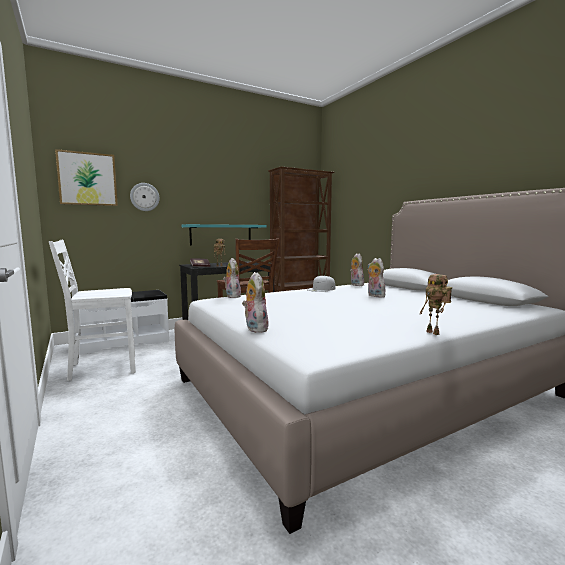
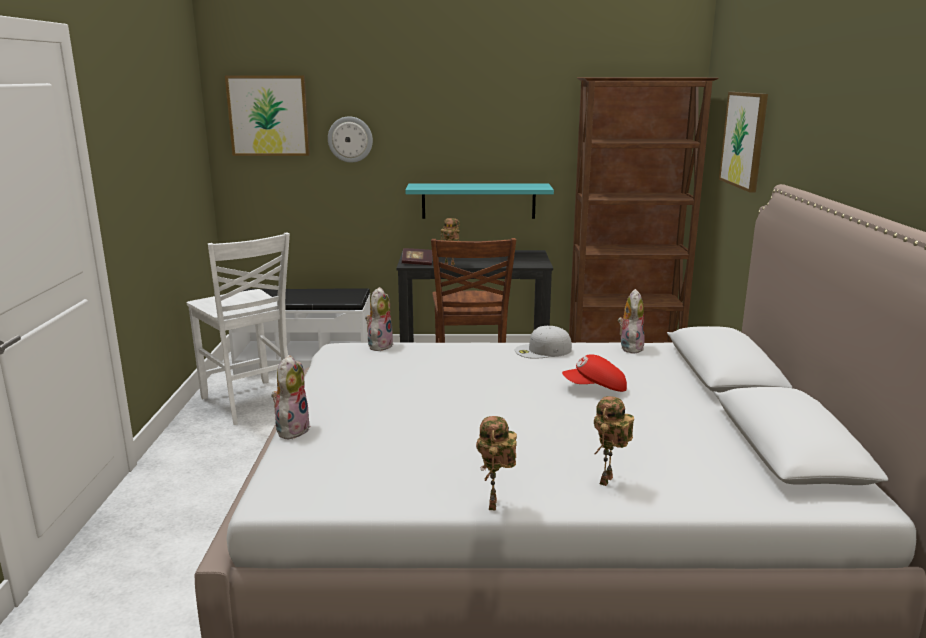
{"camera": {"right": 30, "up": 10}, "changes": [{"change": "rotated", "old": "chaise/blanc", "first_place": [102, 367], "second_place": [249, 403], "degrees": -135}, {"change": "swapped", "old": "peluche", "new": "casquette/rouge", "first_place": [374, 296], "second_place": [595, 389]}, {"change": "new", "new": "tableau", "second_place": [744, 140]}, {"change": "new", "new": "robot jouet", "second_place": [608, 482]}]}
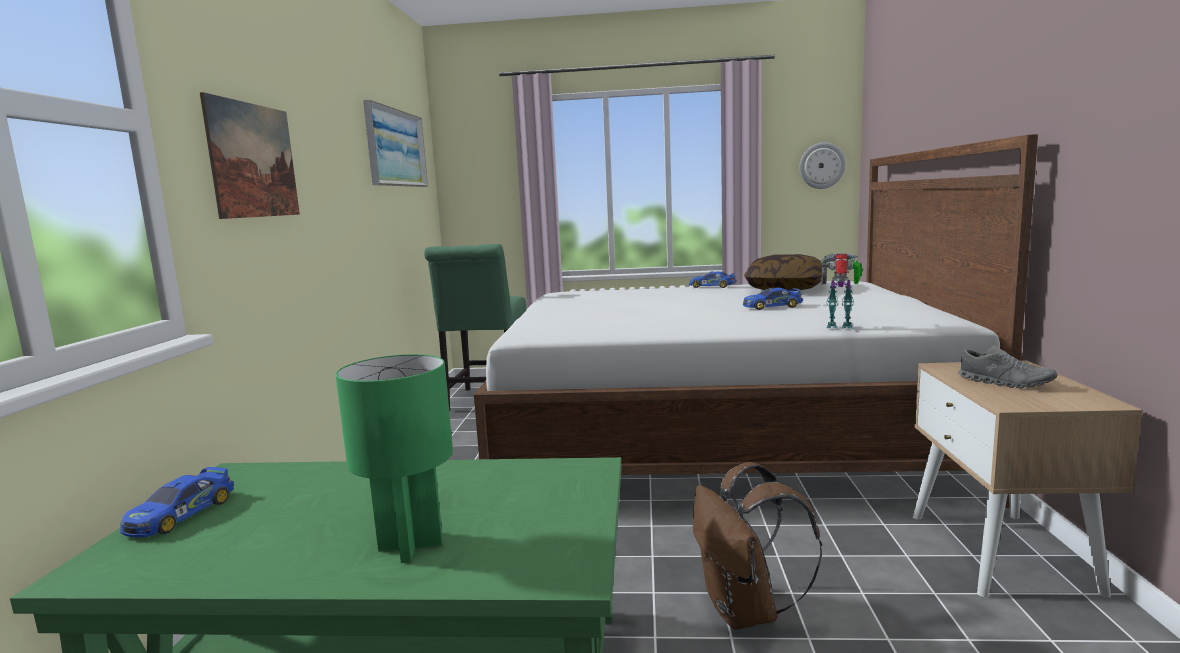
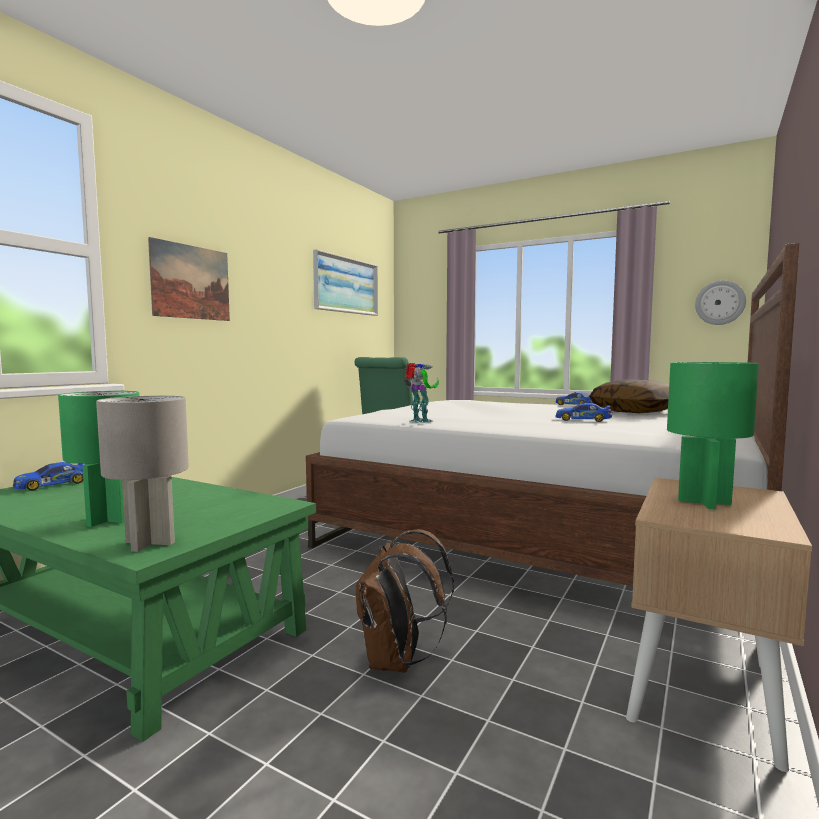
{"camera": {"right": 25, "up": -5}, "changes": [{"change": "shifted", "old": "robot jouet", "first_place": [841, 327], "second_place": [420, 421]}, {"change": "swapped", "old": "chaussure/gris", "new": "lampe de table/vert", "first_place": [1005, 383], "second_place": [705, 502]}, {"change": "new", "new": "lampe de table/gris", "second_place": [151, 542]}]}
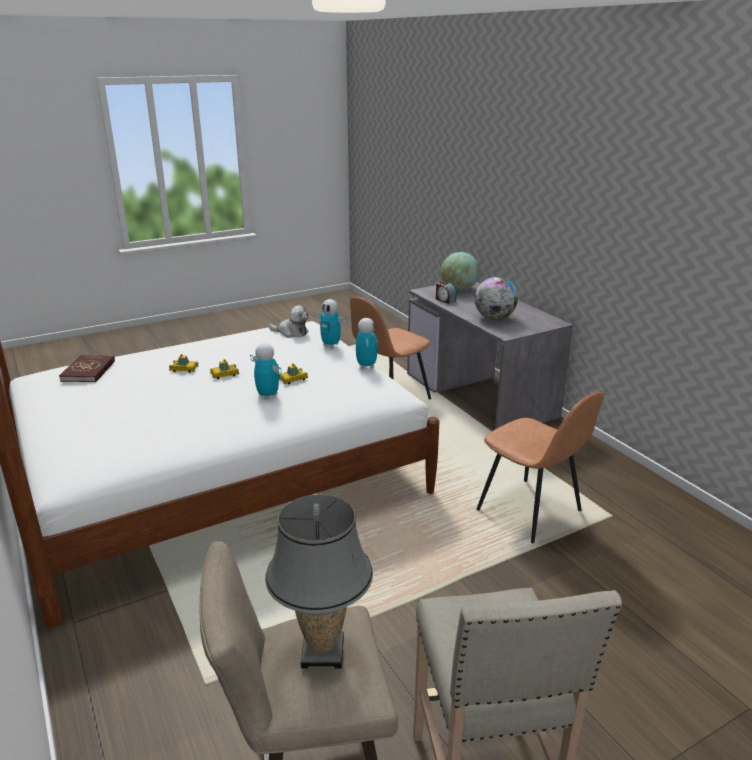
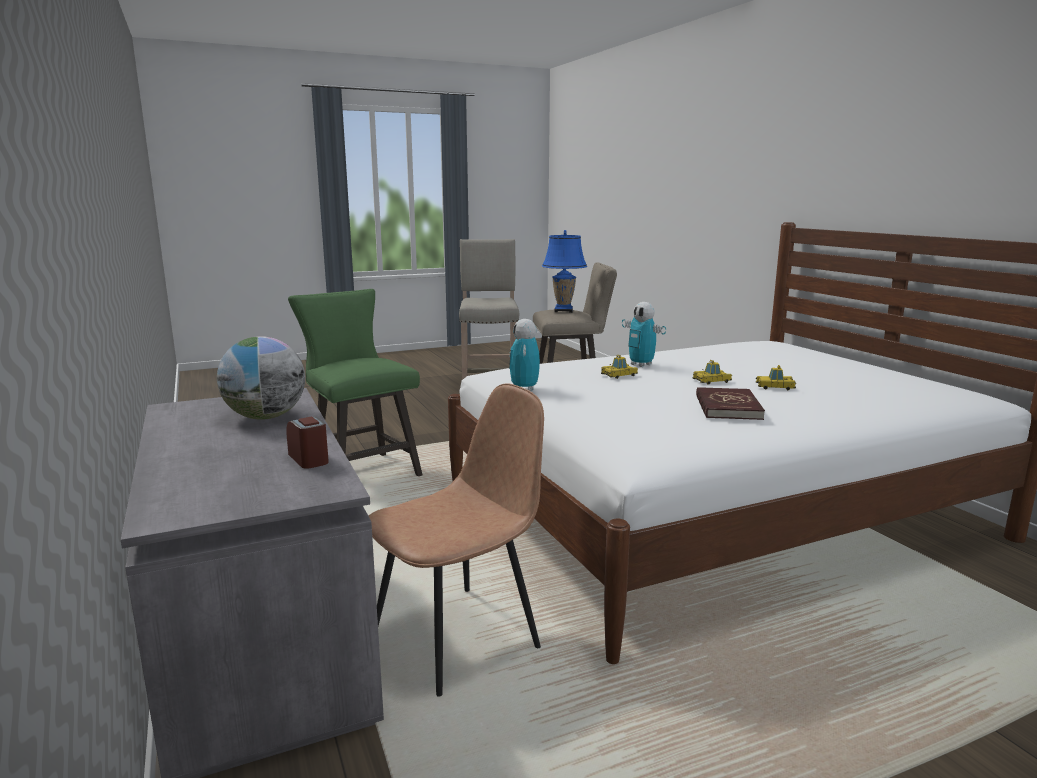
{"camera": {"right": -175, "up": -10}, "changes": [{"change": "gone", "old": "globe", "first_place": [459, 289]}, {"change": "gone", "old": "robot jouet", "first_place": [331, 345]}, {"change": "gone", "old": "peluche", "first_place": [291, 332]}, {"change": "shifted", "old": "livre/rouge", "first_place": [88, 371], "second_place": [727, 407]}, {"change": "swapped", "old": "chaise/marron", "new": "tabouret/vert", "first_place": [531, 512], "second_place": [361, 471]}, {"change": "repainted", "old": "lampe de table/gris", "new": "lampe de table/bleu", "first_place": [323, 652], "second_place": [563, 311]}]}
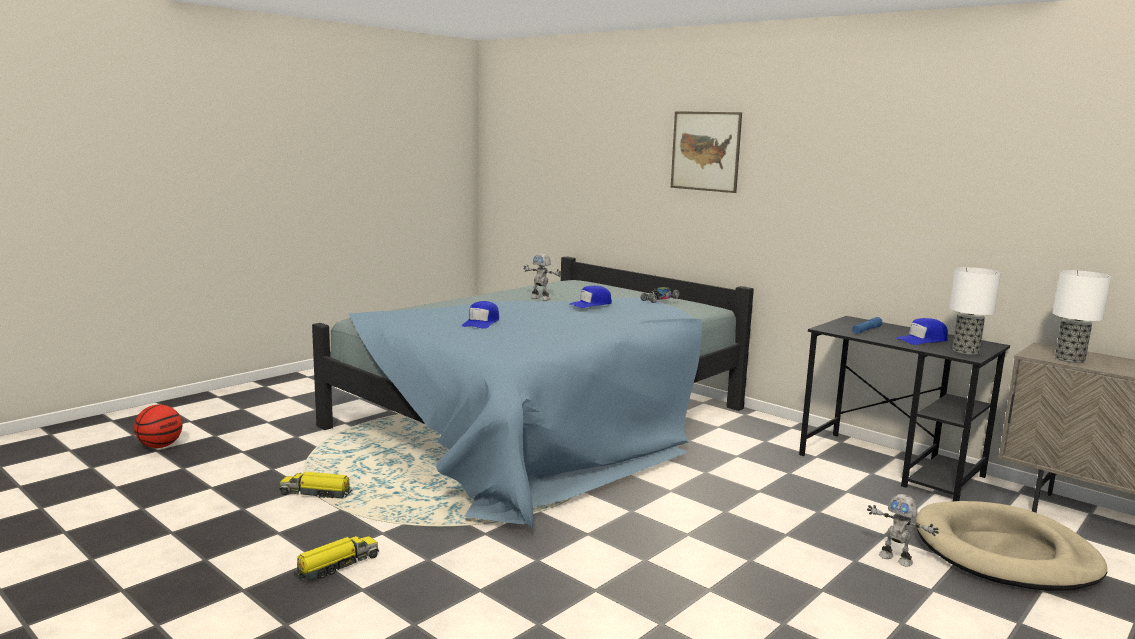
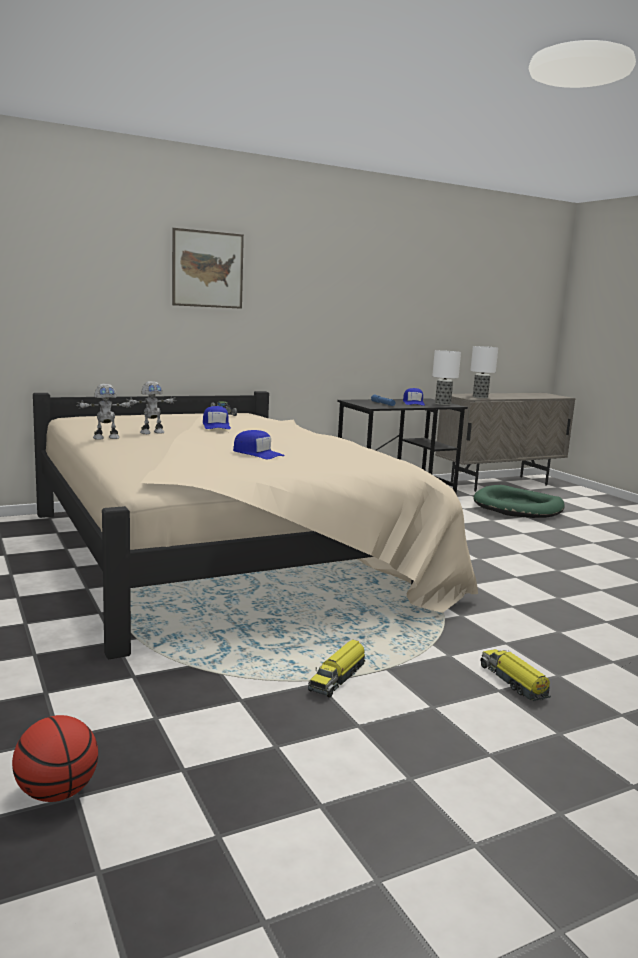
{"camera": {"right": -70, "up": 0}, "changes": [{"change": "repainted", "old": "lit/bleu", "new": "lit/beige", "first_place": [543, 423], "second_place": [225, 556]}, {"change": "shifted", "old": "robot jouet", "first_place": [896, 559], "second_place": [106, 438]}, {"change": "repainted", "old": "panier pour chien/beige", "new": "panier pour chien/vert", "first_place": [1005, 553], "second_place": [518, 507]}]}
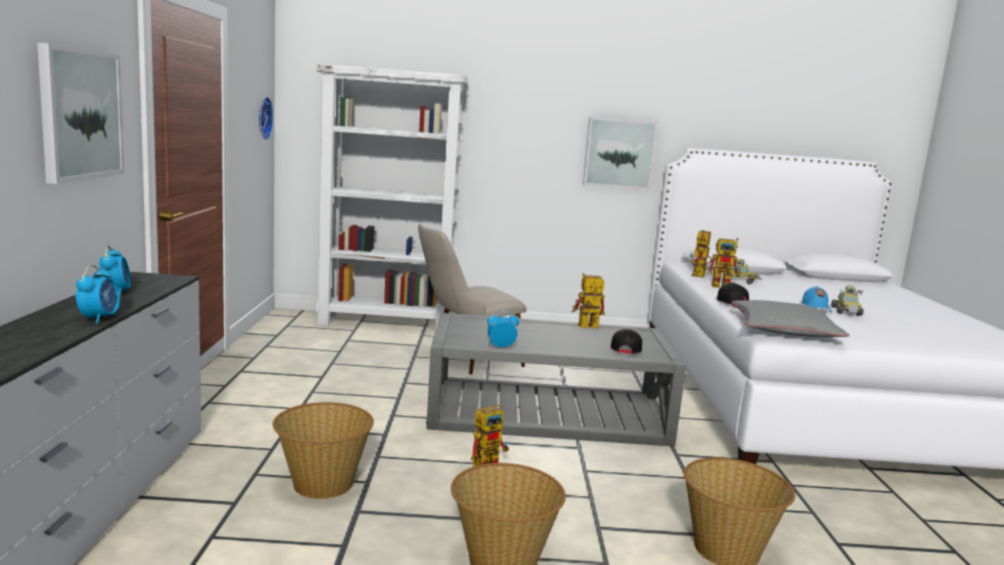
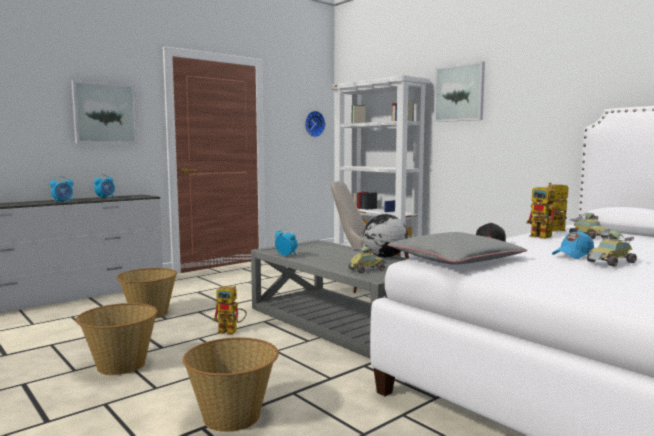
{"camera": {"right": 50, "up": -5}, "changes": [{"change": "shifted", "old": "tableau", "first_place": [619, 153], "second_place": [459, 93]}, {"change": "swapped", "old": "robot jouet", "new": "globe", "first_place": [584, 327], "second_place": [384, 257]}, {"change": "swapped", "old": "casquette/noir", "new": "petite voiture", "first_place": [626, 348], "second_place": [367, 269]}]}
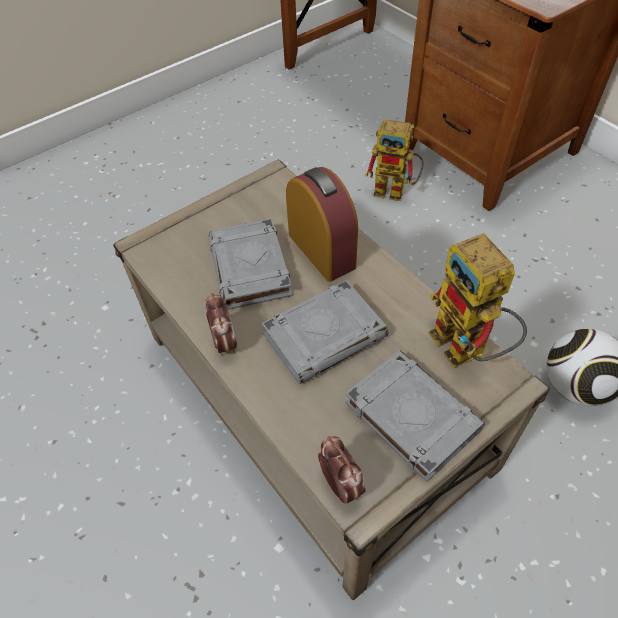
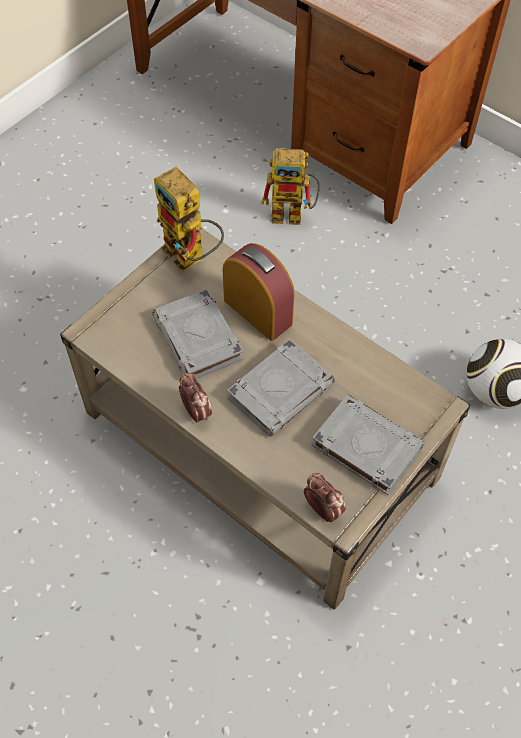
{"camera": {"right": -15, "up": 5}, "changes": [{"change": "shifted", "old": "robot jouet", "first_place": [467, 350], "second_place": [191, 258]}]}
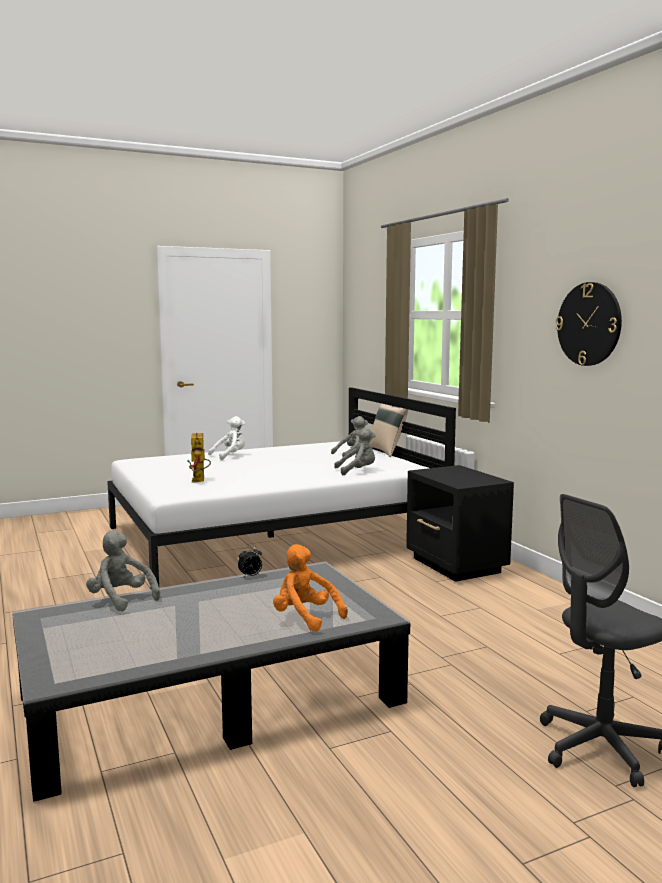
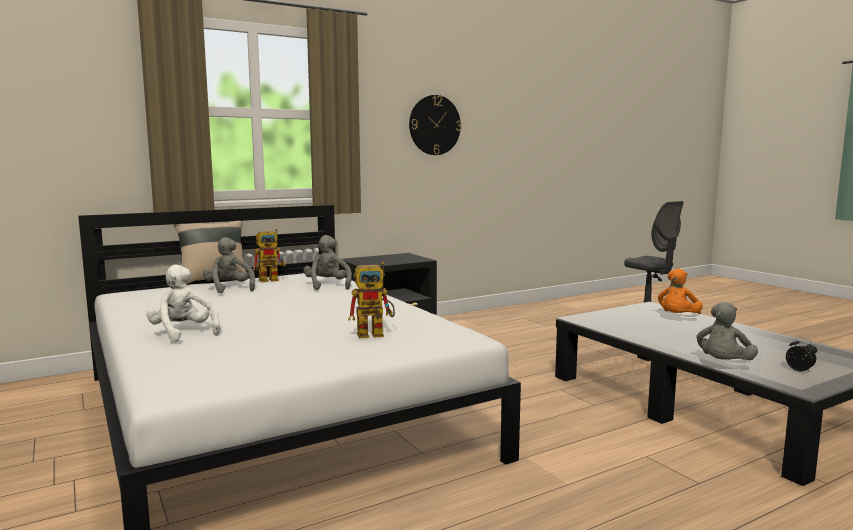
{"camera": {"right": -95, "up": 0}, "changes": [{"change": "shifted", "old": "réveil", "first_place": [250, 576], "second_place": [800, 371]}, {"change": "new", "new": "robot jouet", "second_place": [272, 279]}]}
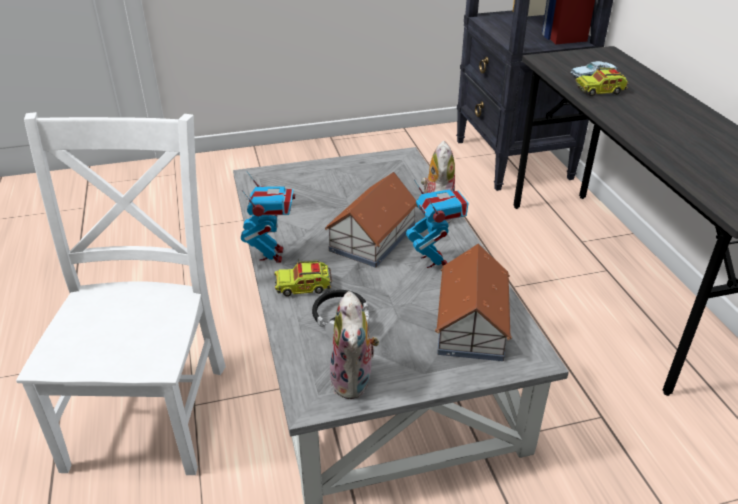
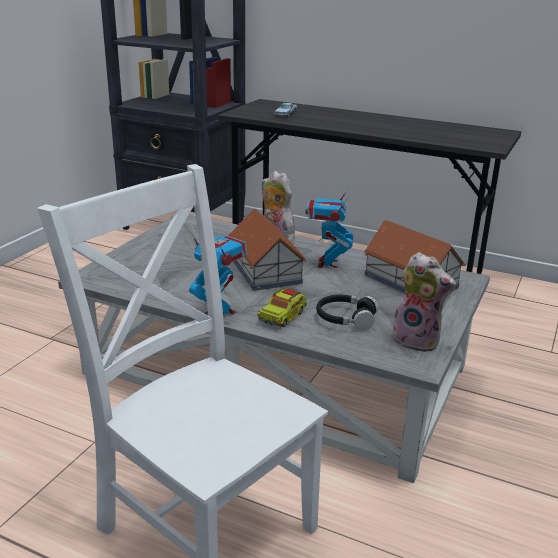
{"camera": {"right": -50, "up": -10}, "changes": [{"change": "gone", "old": "camion jouet", "first_place": [600, 91]}, {"change": "rotated", "old": "robot jouet", "first_place": [434, 260], "second_place": [327, 263], "degrees": -105}]}
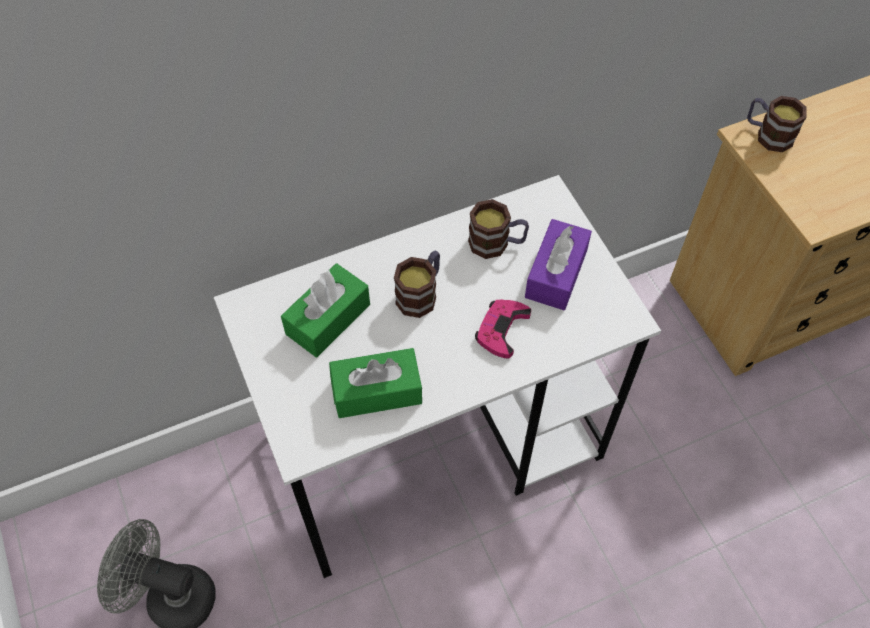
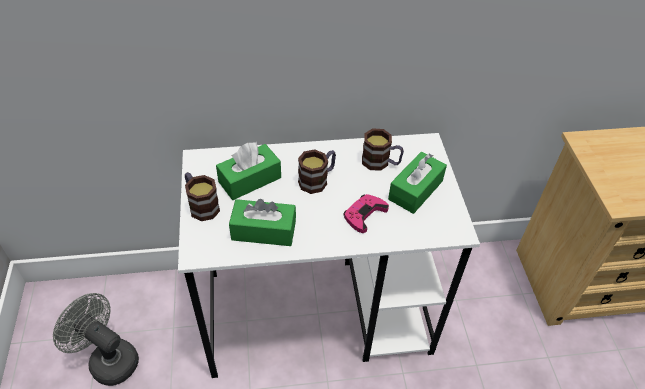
{"camera": {"right": 15, "up": -10}, "changes": [{"change": "shifted", "old": "mug", "first_place": [767, 135], "second_place": [201, 205]}, {"change": "repainted", "old": "boîte à mouchoirs/violet", "new": "boîte à mouchoirs/vert", "first_place": [556, 274], "second_place": [415, 190]}]}
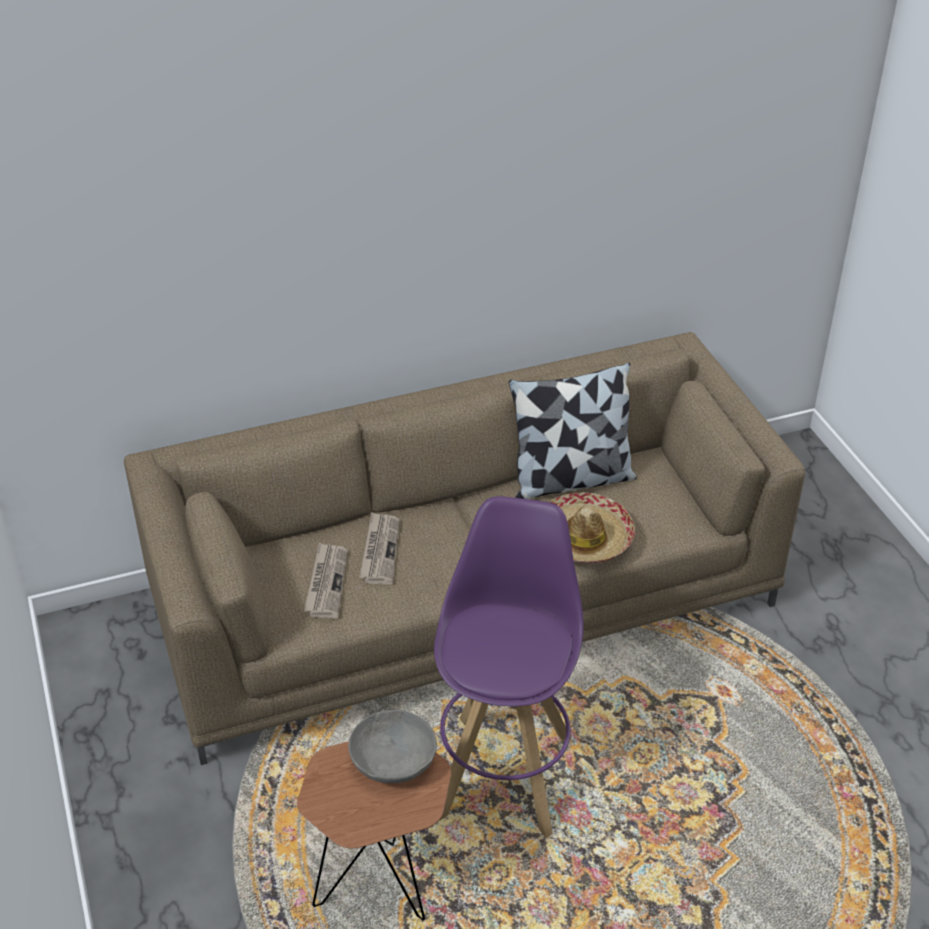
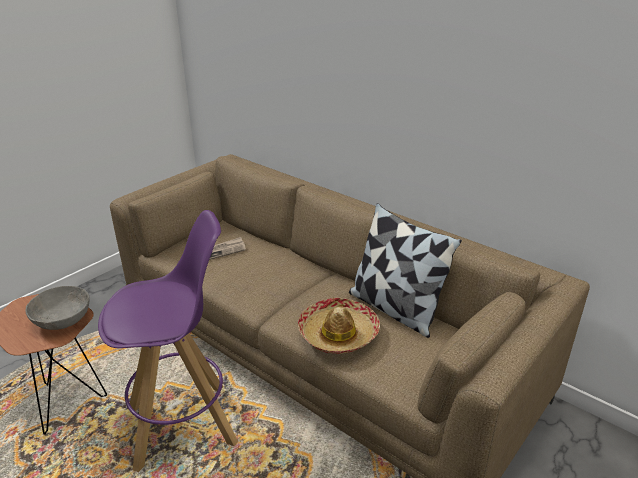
{"camera": {"right": 60, "up": -10}, "changes": [{"change": "gone", "old": "journal", "first_place": [380, 550]}]}
